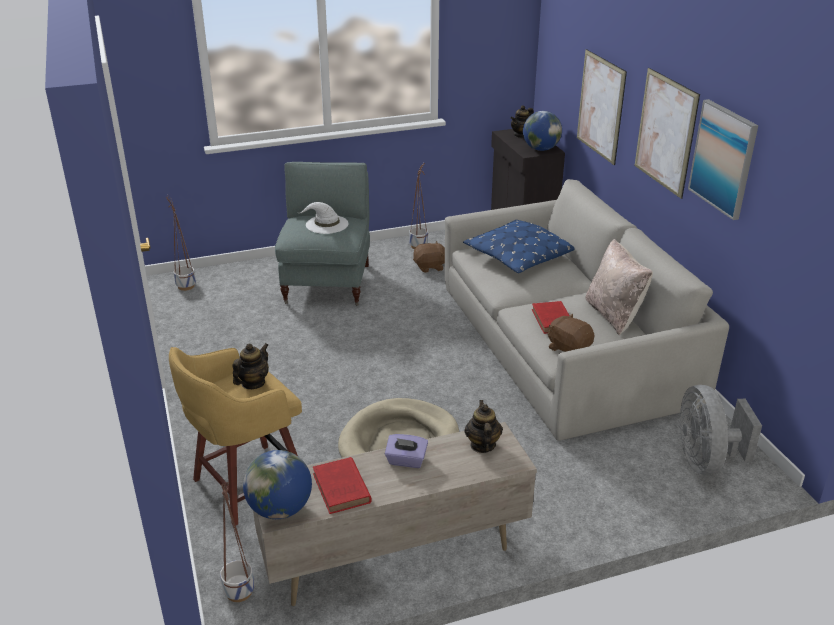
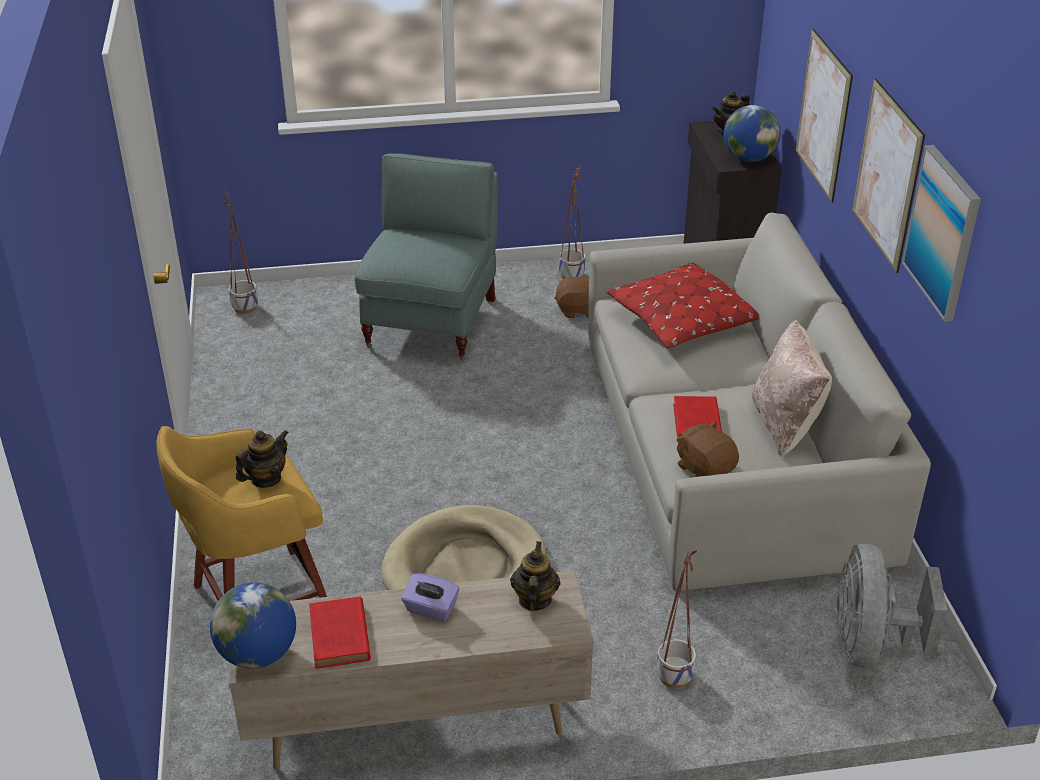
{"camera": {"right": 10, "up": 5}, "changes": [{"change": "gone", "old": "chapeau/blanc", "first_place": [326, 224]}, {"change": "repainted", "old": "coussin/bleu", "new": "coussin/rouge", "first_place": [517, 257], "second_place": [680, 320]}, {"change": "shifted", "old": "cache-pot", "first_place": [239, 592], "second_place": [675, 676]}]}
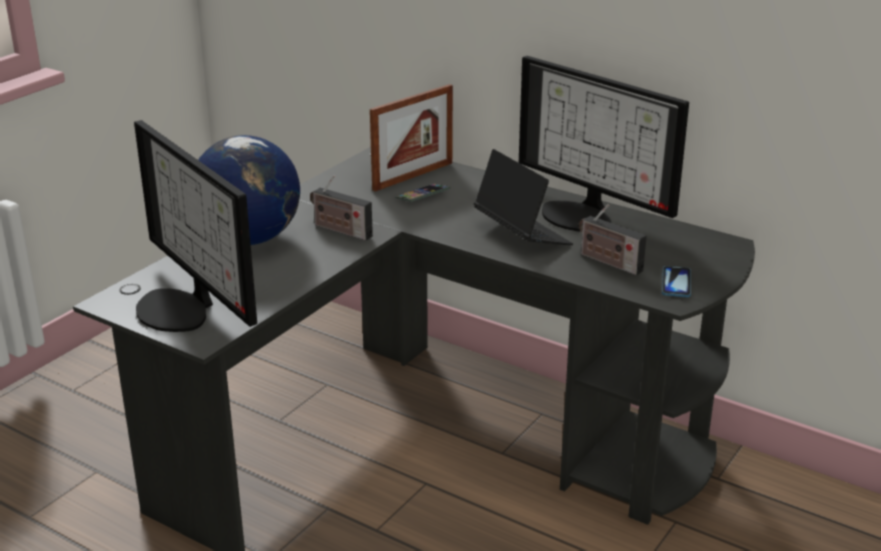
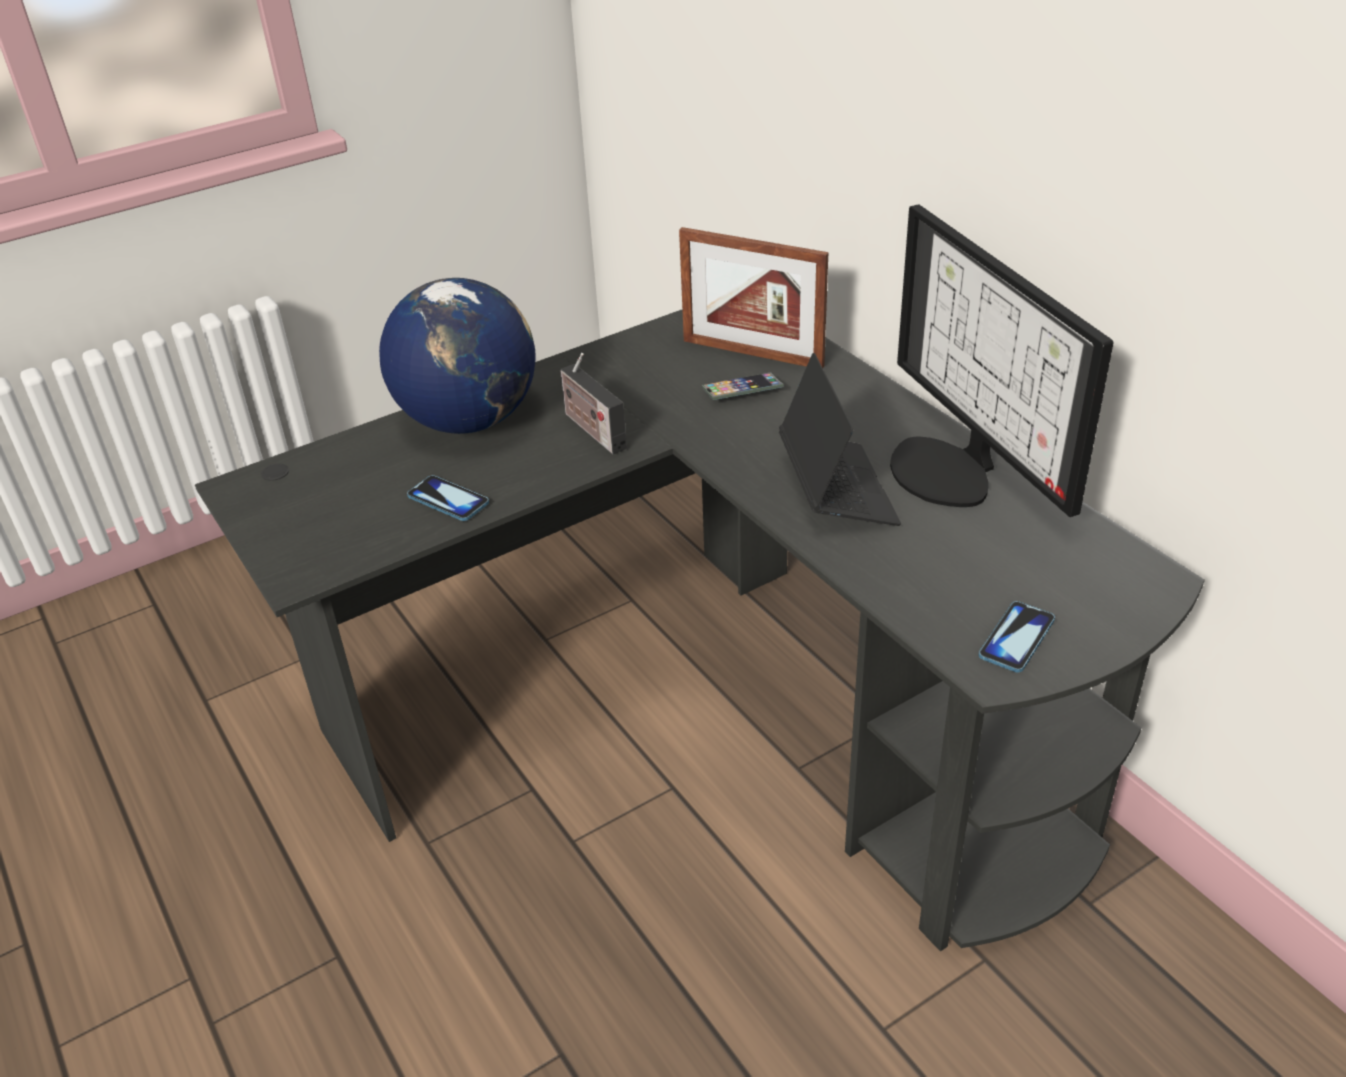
{"camera": {"right": 25, "up": 10}, "changes": [{"change": "rotated", "old": "cadre photo", "first_place": [413, 176], "second_place": [752, 353], "degrees": 45}, {"change": "gone", "old": "écran d'ordinateur", "first_place": [182, 308]}, {"change": "gone", "old": "radio", "first_place": [608, 262]}, {"change": "new", "new": "téléphone", "second_place": [448, 500]}]}
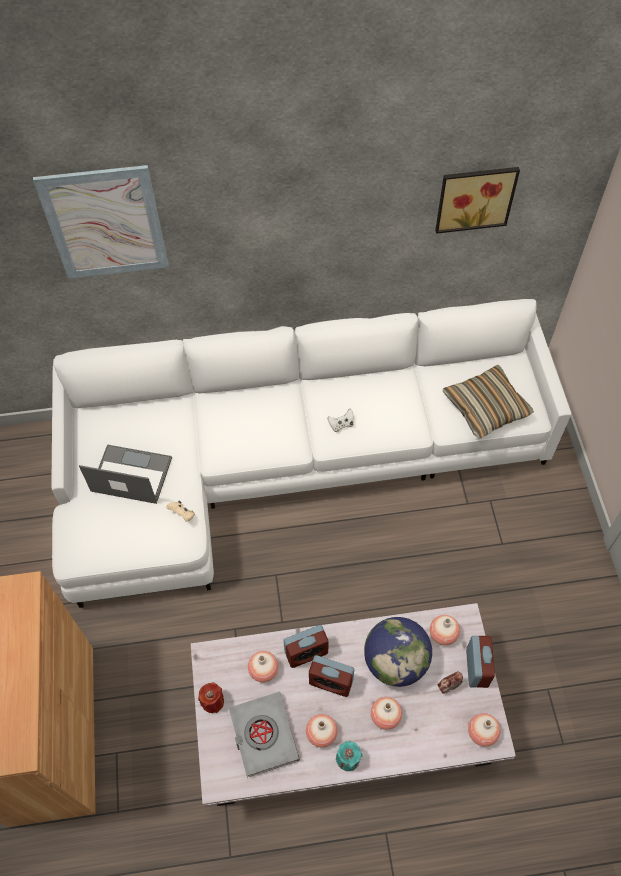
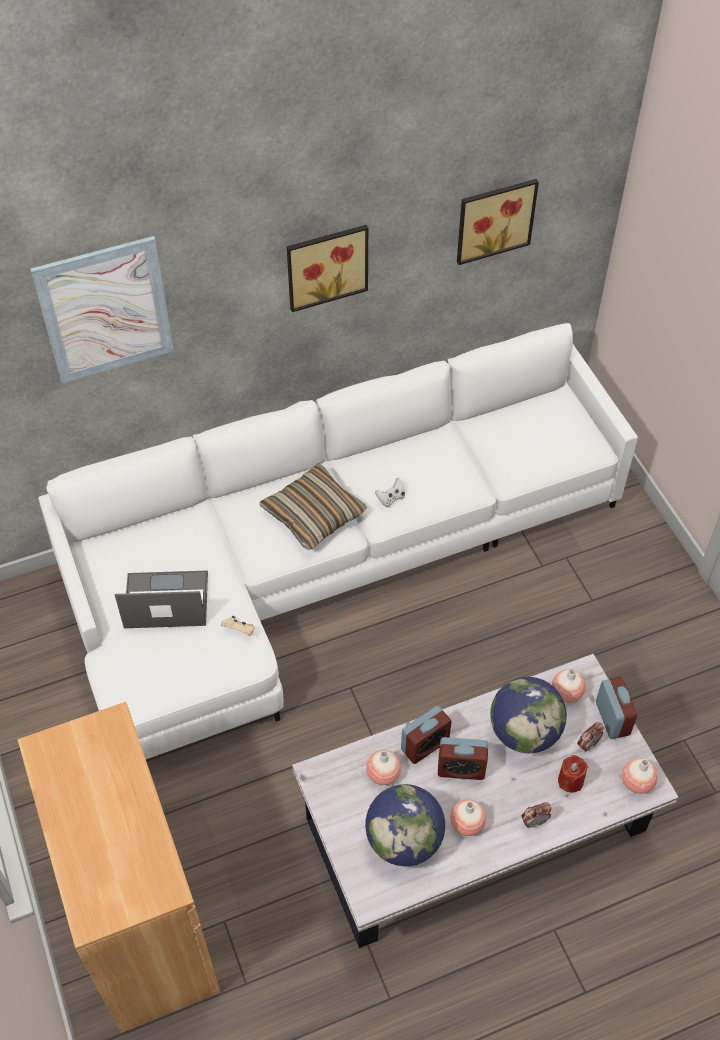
{"camera": {"right": -15, "up": -5}, "changes": [{"change": "shifted", "old": "coussin", "first_place": [486, 407], "second_place": [314, 514]}, {"change": "shifted", "old": "bougie/rouge", "first_place": [212, 701], "second_place": [570, 781]}, {"change": "swapped", "old": "livre/gris", "new": "globe", "first_place": [263, 735], "second_place": [404, 840]}, {"change": "gone", "old": "vase", "first_place": [385, 716]}, {"change": "gone", "old": "bougie/turquoise", "first_place": [348, 759]}, {"change": "new", "new": "tableau", "second_place": [326, 265]}, {"change": "new", "new": "réveil", "second_place": [534, 822]}]}
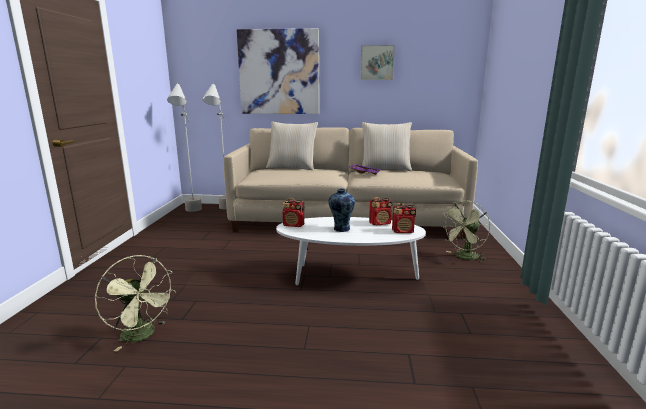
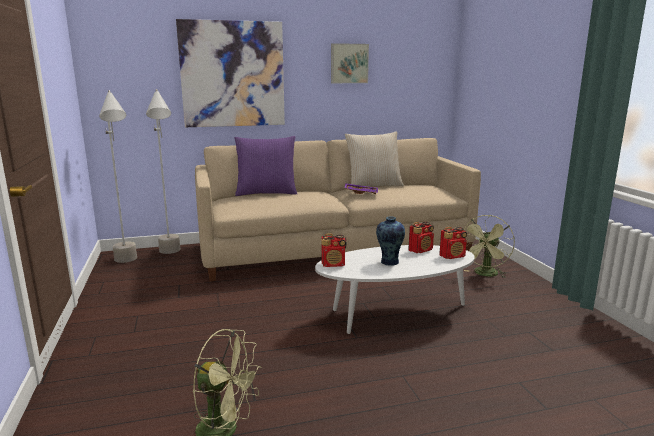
{"camera": {"right": -20, "up": 0}, "changes": [{"change": "repainted", "old": "coussin/beige", "new": "coussin/violet", "first_place": [292, 168], "second_place": [266, 193]}]}
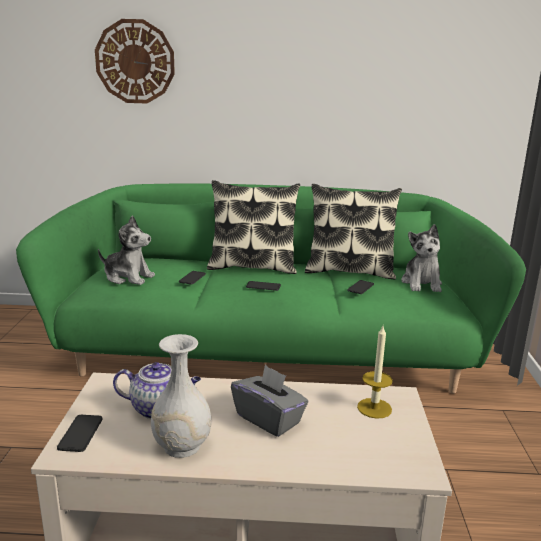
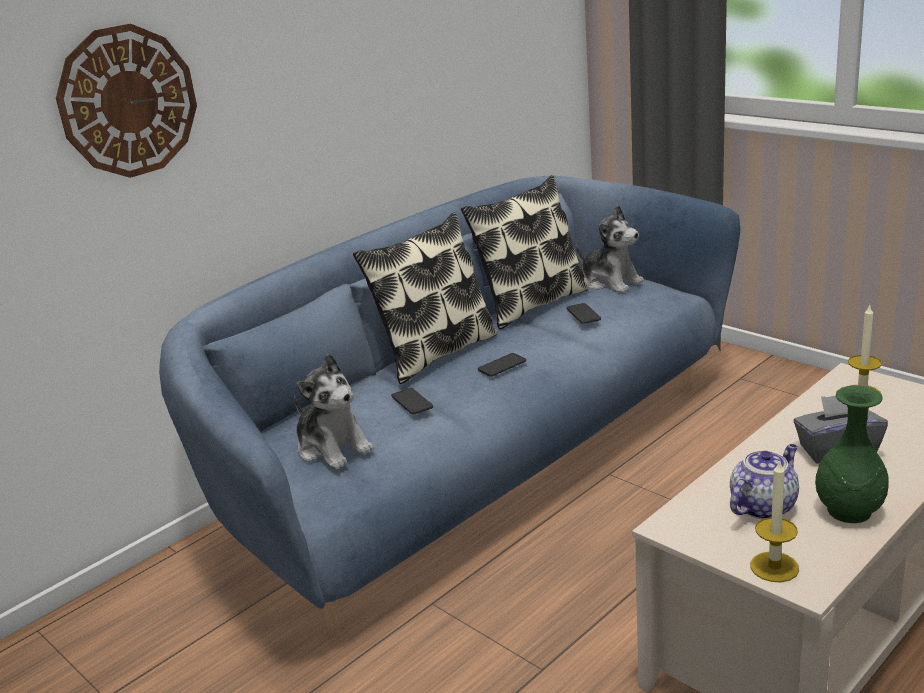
{"camera": {"right": -45, "up": 5}, "changes": [{"change": "repainted", "old": "canapé/vert", "new": "canapé/bleu", "first_place": [268, 354], "second_place": [476, 463]}, {"change": "rotated", "old": "peluche", "first_place": [128, 277], "second_place": [333, 448], "degrees": 75}, {"change": "repainted", "old": "vase/blanc", "new": "vase/vert", "first_place": [181, 445], "second_place": [848, 511]}, {"change": "swapped", "old": "téléphone", "new": "bougie", "first_place": [80, 433], "second_place": [774, 567]}]}
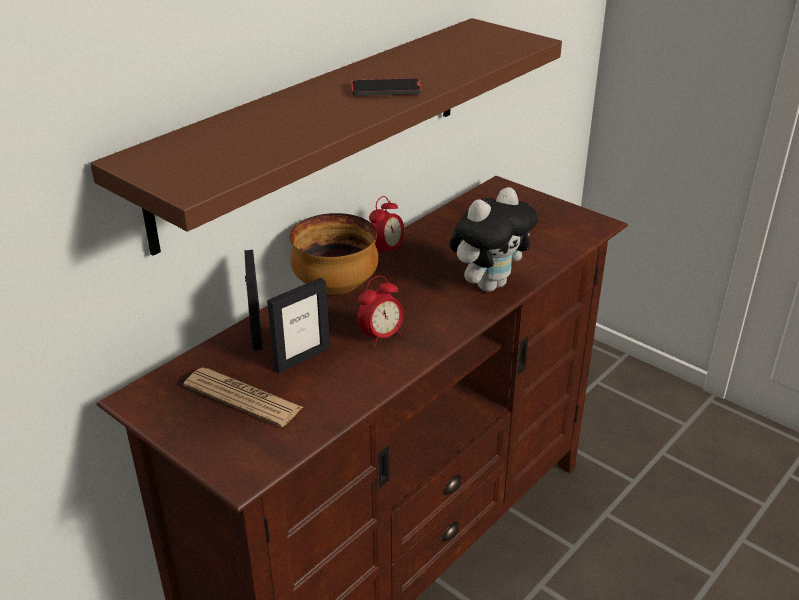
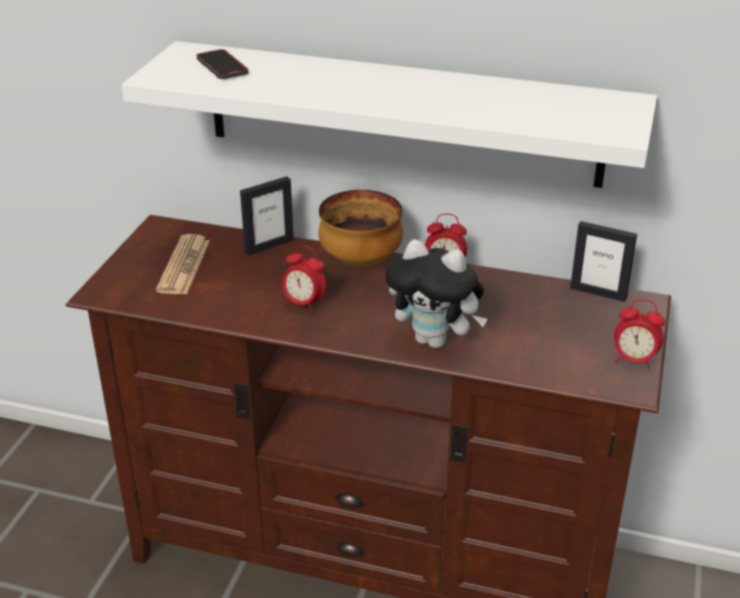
{"camera": {"right": 65, "up": 0}, "changes": [{"change": "repainted", "old": "étagère/marron", "new": "étagère/blanc", "first_place": [317, 127], "second_place": [402, 114]}, {"change": "shifted", "old": "téléphone", "first_place": [386, 90], "second_place": [222, 67]}, {"change": "shifted", "old": "cadre photo", "first_place": [302, 358], "second_place": [598, 293]}, {"change": "new", "new": "réveil", "second_place": [634, 360]}]}
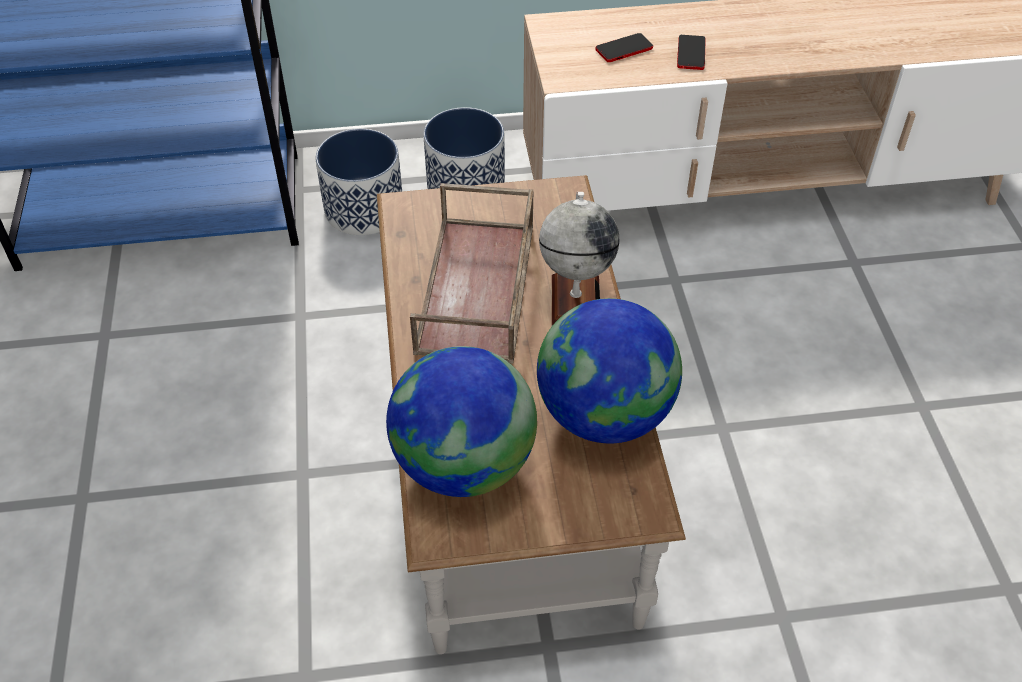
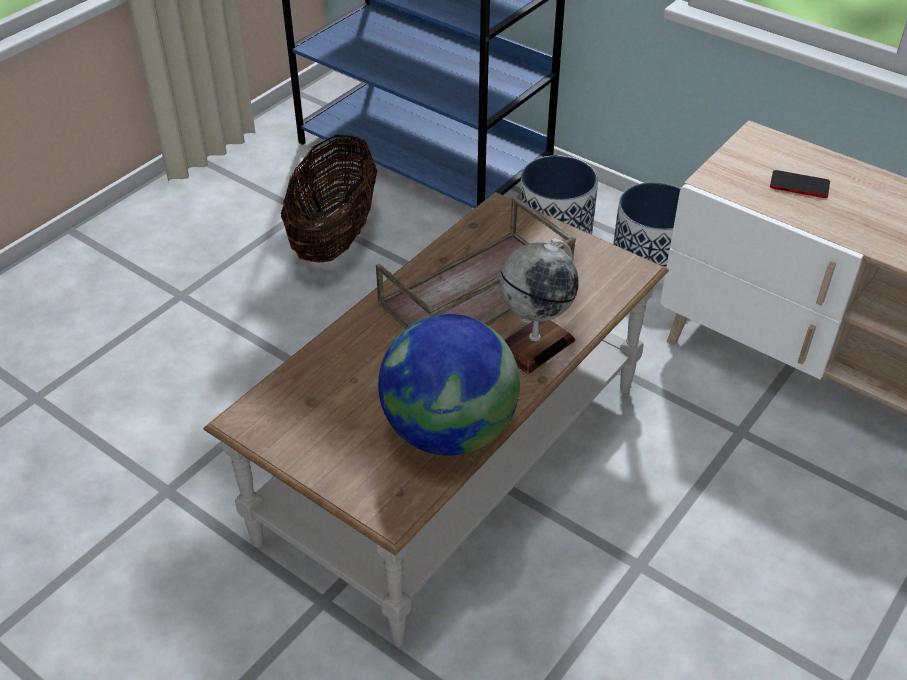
{"camera": {"right": 45, "up": -5}, "changes": [{"change": "gone", "old": "téléphone", "first_place": [691, 53]}, {"change": "gone", "old": "globe", "first_place": [464, 464]}, {"change": "new", "new": "panier", "second_place": [334, 237]}]}
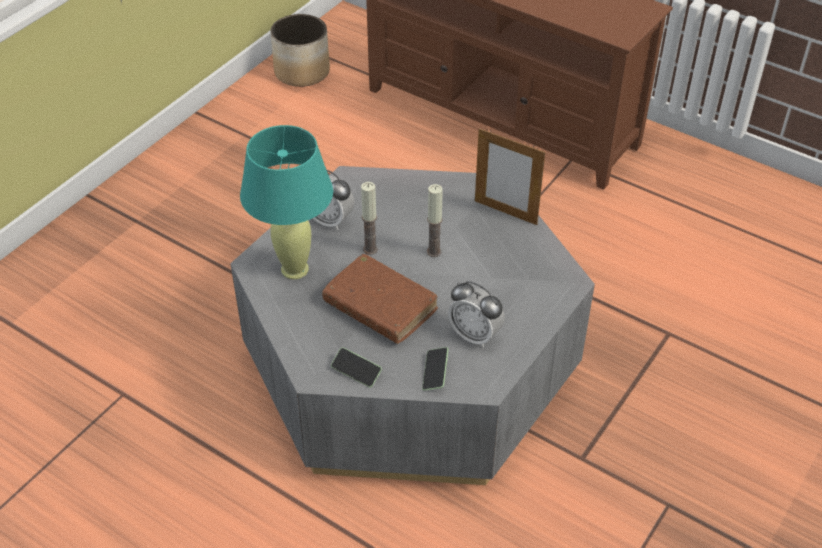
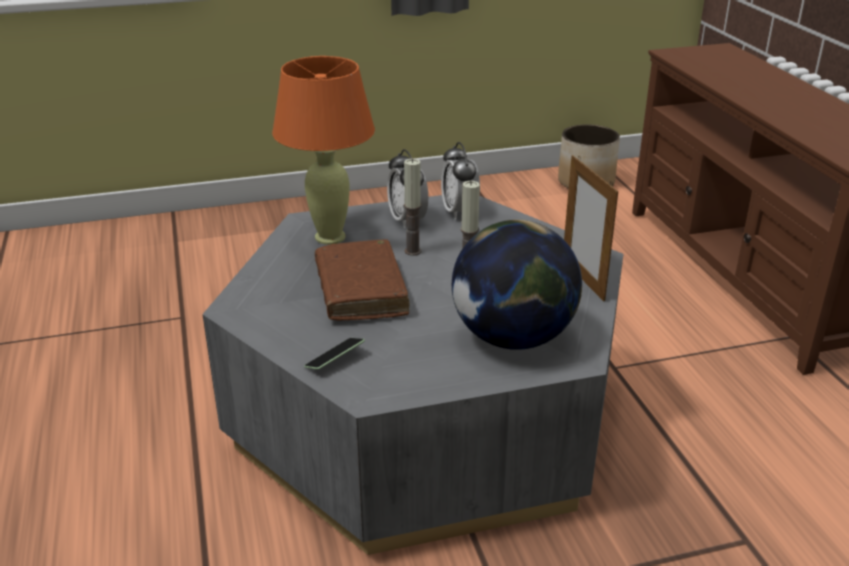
{"camera": {"right": 40, "up": -15}, "changes": [{"change": "repainted", "old": "lampe de table/turquoise", "new": "lampe de table/orange", "first_place": [295, 269], "second_place": [330, 237]}, {"change": "shifted", "old": "réveil", "first_place": [475, 335], "second_place": [459, 212]}, {"change": "gone", "old": "téléphone", "first_place": [356, 372]}, {"change": "new", "new": "globe", "second_place": [513, 338]}]}
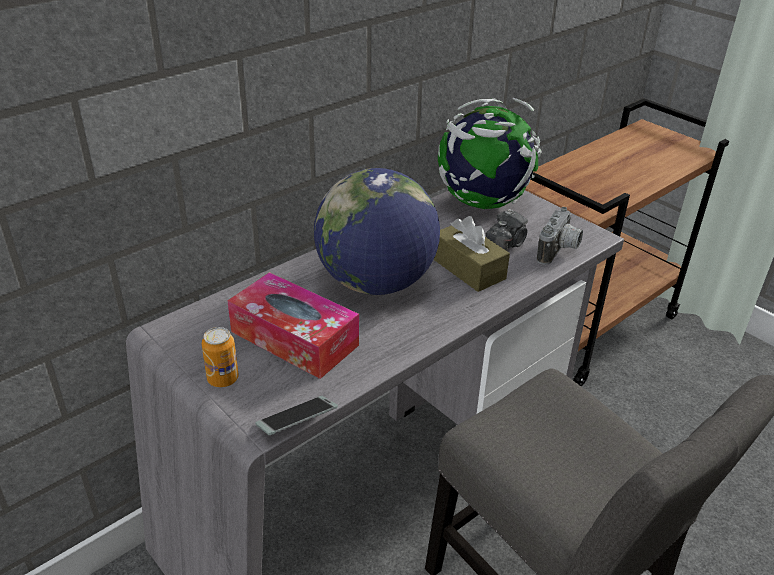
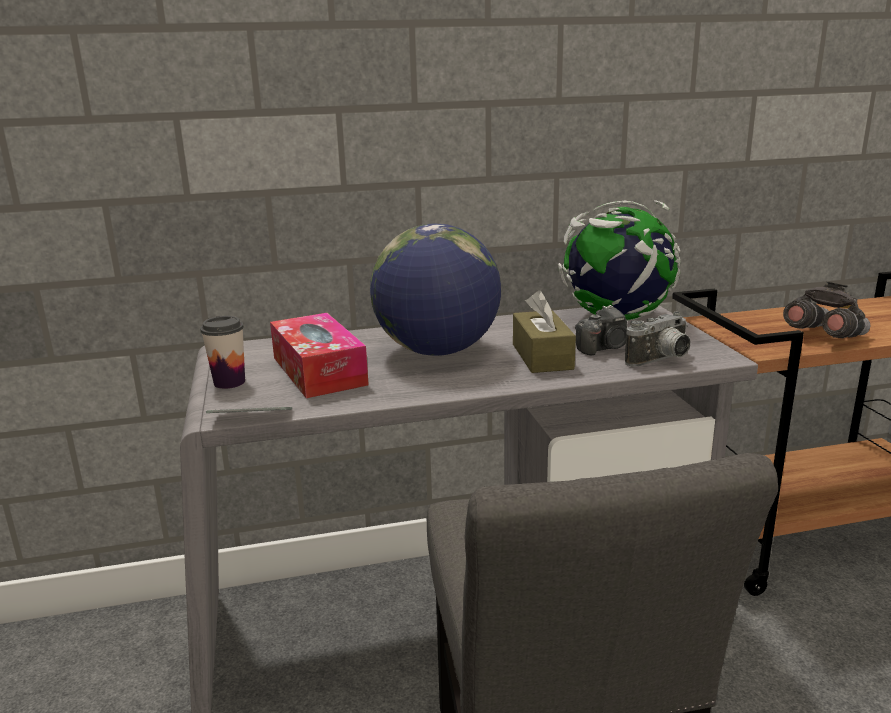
{"camera": {"right": 30, "up": -15}, "changes": [{"change": "swapped", "old": "boîte métallique", "new": "tasse", "first_place": [223, 379], "second_place": [229, 382]}, {"change": "new", "new": "jumelles/gris", "second_place": [823, 337]}]}
